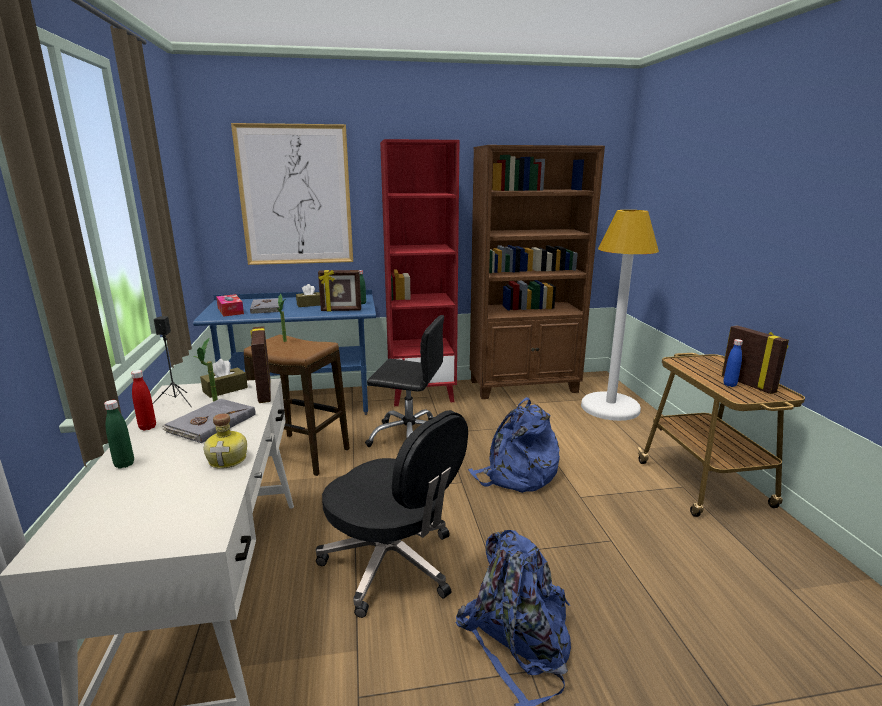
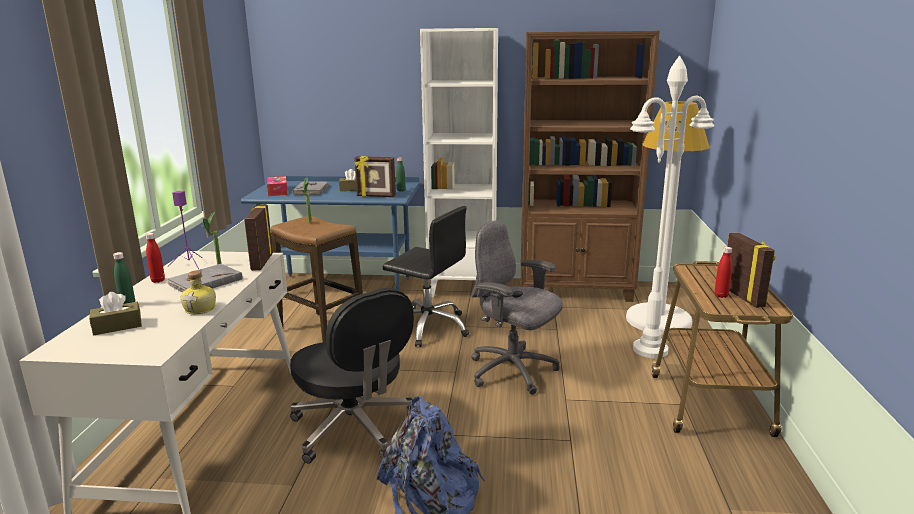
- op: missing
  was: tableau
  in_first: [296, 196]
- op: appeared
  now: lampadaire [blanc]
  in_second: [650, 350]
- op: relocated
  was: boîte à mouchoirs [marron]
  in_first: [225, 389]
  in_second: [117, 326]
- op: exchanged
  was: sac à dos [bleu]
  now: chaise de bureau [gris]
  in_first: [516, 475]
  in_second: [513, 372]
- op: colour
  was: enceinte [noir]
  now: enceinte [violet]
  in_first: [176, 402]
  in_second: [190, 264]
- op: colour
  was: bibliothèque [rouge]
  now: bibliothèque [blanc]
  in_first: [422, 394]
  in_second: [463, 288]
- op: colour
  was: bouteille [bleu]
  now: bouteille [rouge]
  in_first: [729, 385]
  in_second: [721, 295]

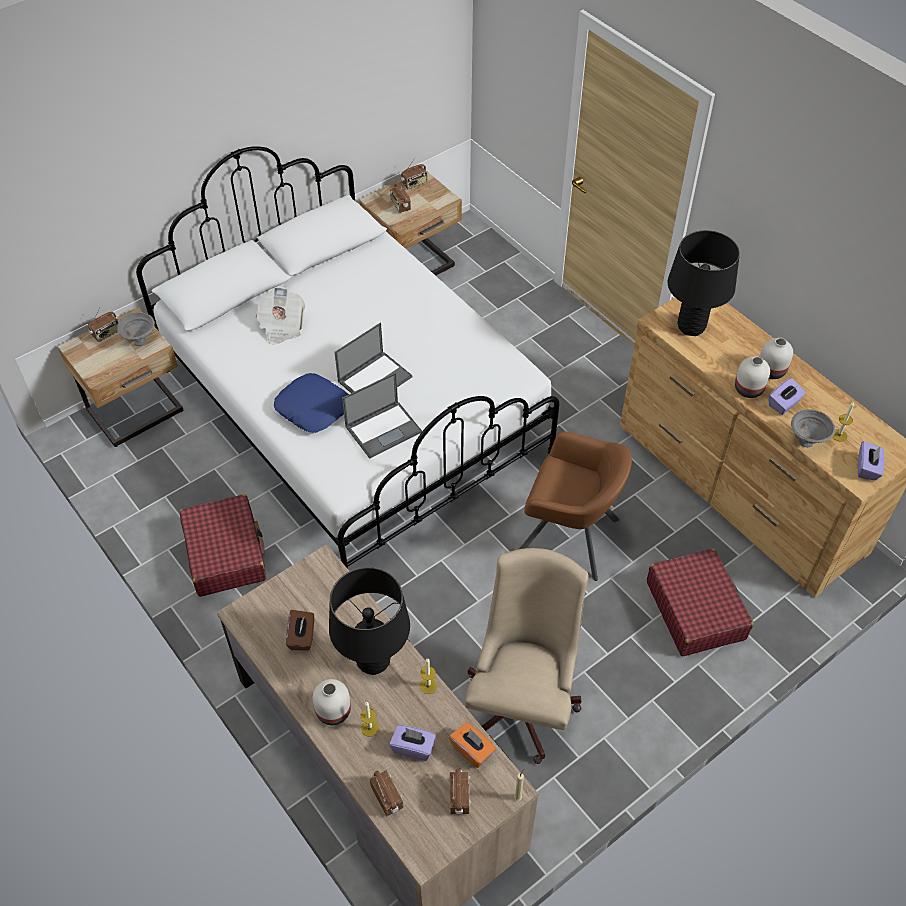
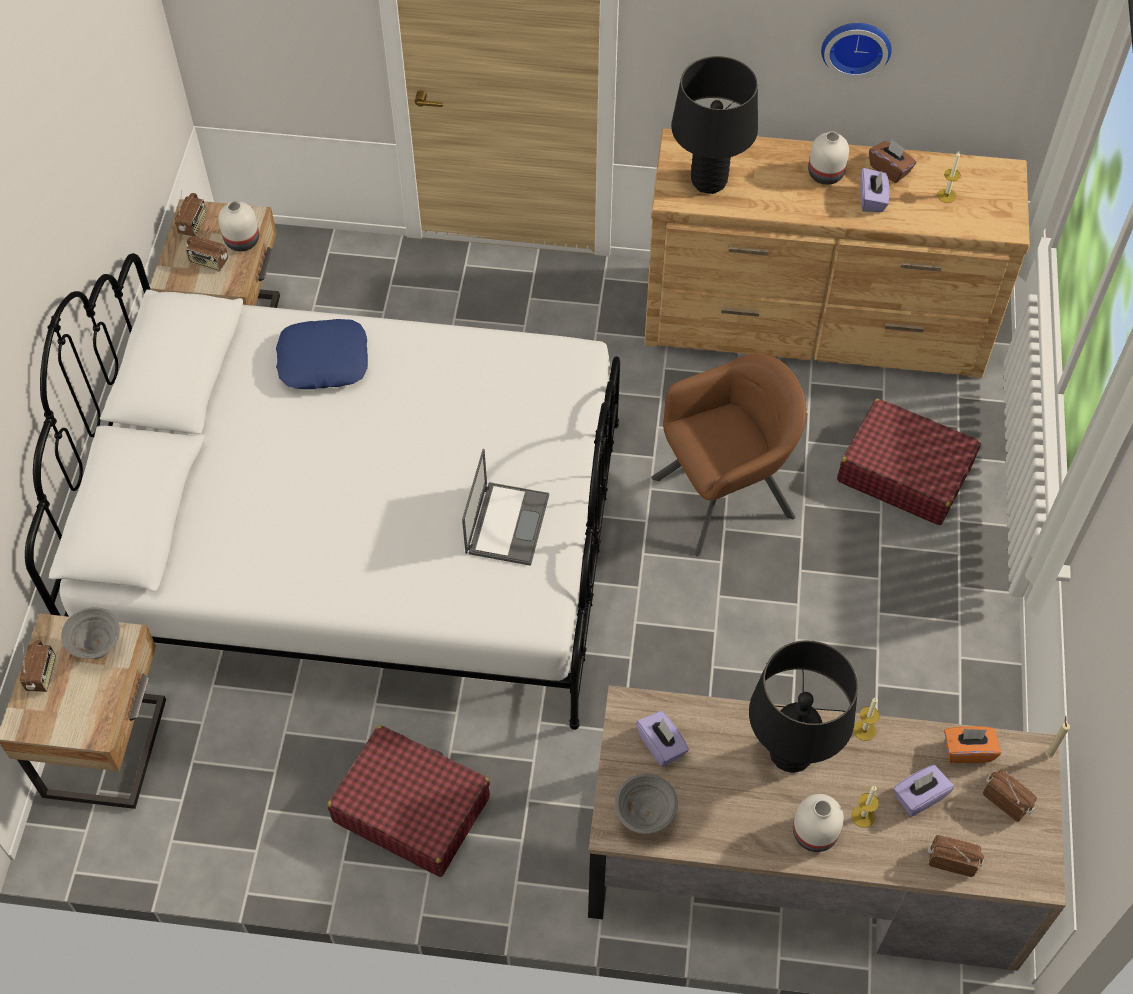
- op: missing
  was: journal
  in_first: [281, 326]
- op: missing
  was: ordinateur portable
  in_first: [375, 378]
- op: missing
  was: chaise de bureau [beige]
  in_first: [522, 700]
- op: appeared
  now: horloge murale
  in_second: [856, 46]
- op: relocated
  was: coussin [bleu]
  in_first: [313, 408]
  in_second: [323, 360]
- op: relocated
  was: boîte à mouchoirs [marron]
  in_first: [302, 637]
  in_second: [890, 169]
- op: relocated
  was: vase [blanc]
  in_first: [749, 389]
  in_second: [242, 240]
- op: relocated
  was: bol [gris]
  in_first: [807, 442]
  in_second: [644, 817]
- op: relocated
  was: boîte à mouchoirs [violet]
  in_first: [867, 468]
  in_second: [661, 745]

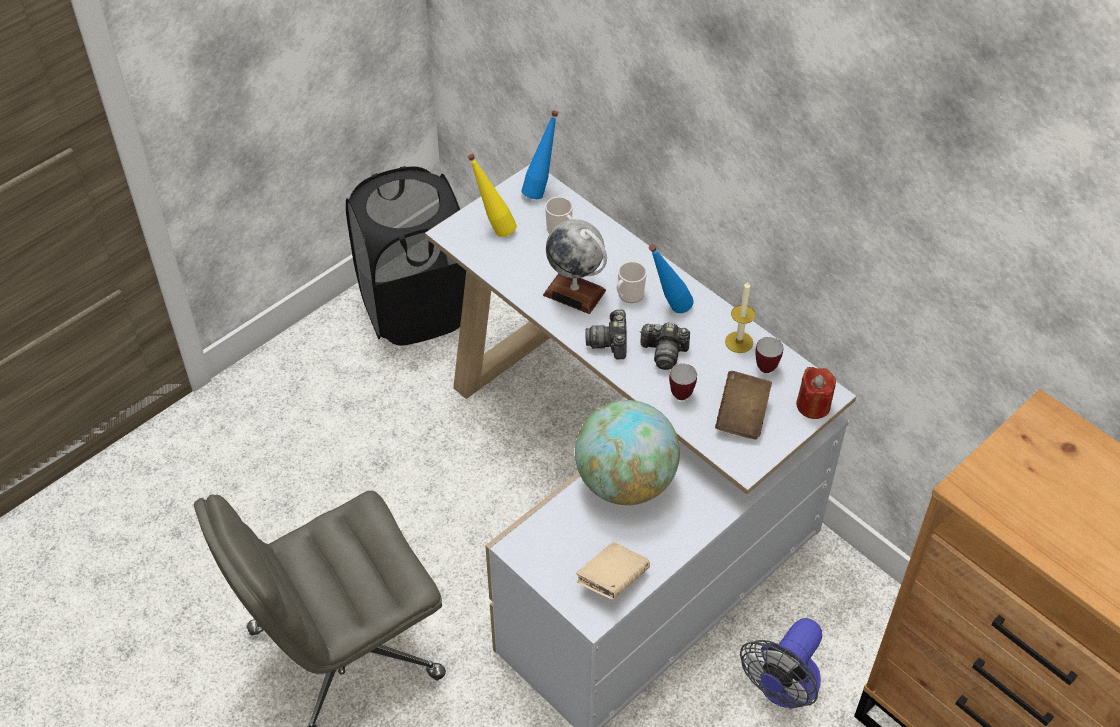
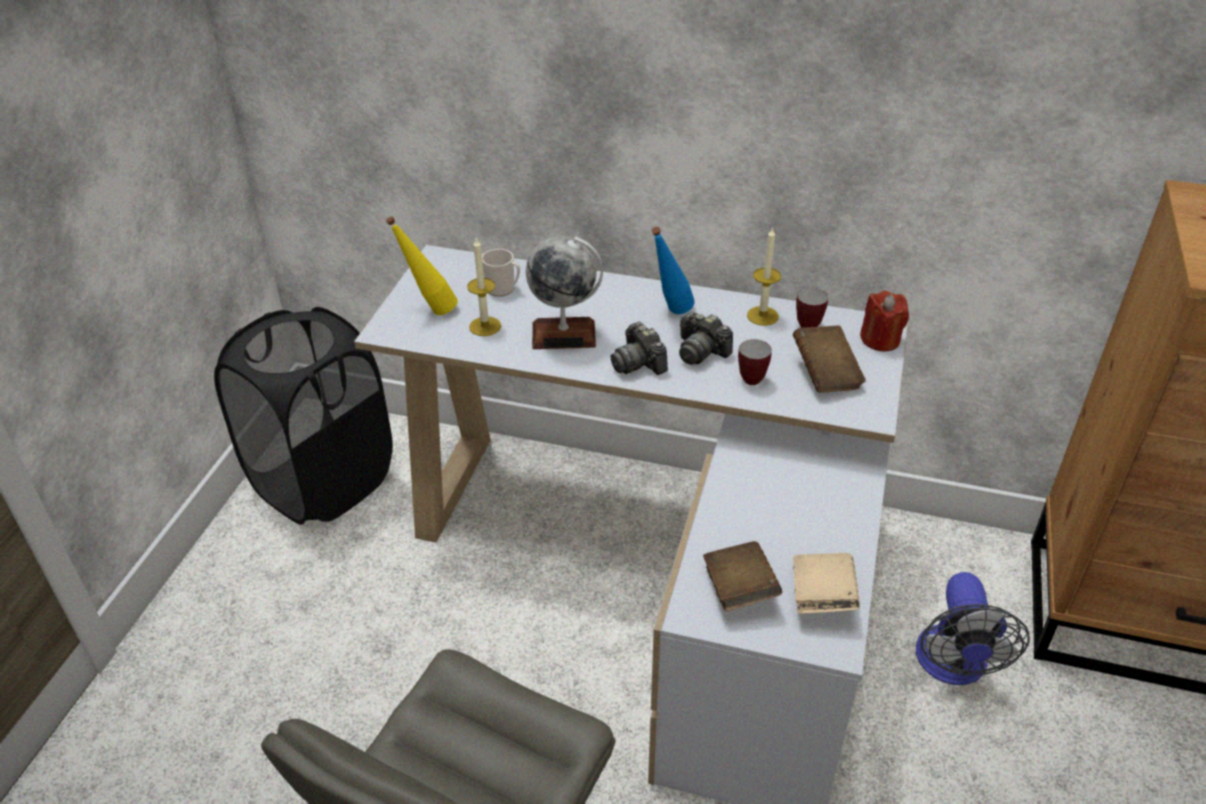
- op: missing
  was: bouteille [bleu]
  in_first: [541, 189]
- op: missing
  was: globe
  in_first: [625, 482]
- op: missing
  was: mug
  in_first: [628, 295]
- op: appeared
  now: bougie
  in_second: [485, 326]
- op: appeared
  now: livre [marron]
  in_second: [739, 589]
- op: spun
  was: appareil photo
  in_first: [664, 352]
  in_second: [701, 351]
  clockwise: 60

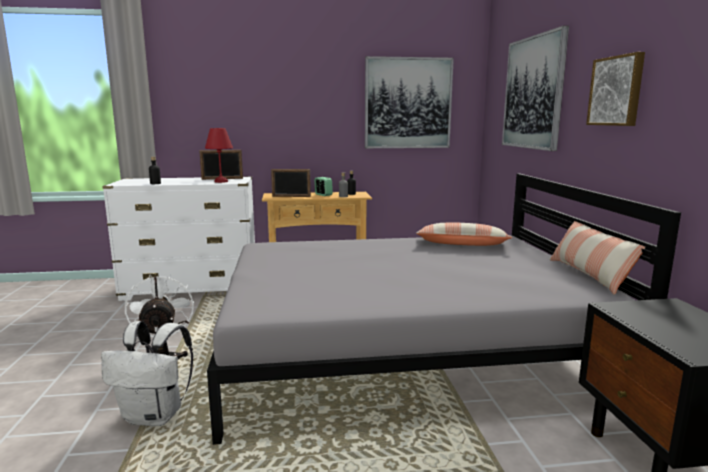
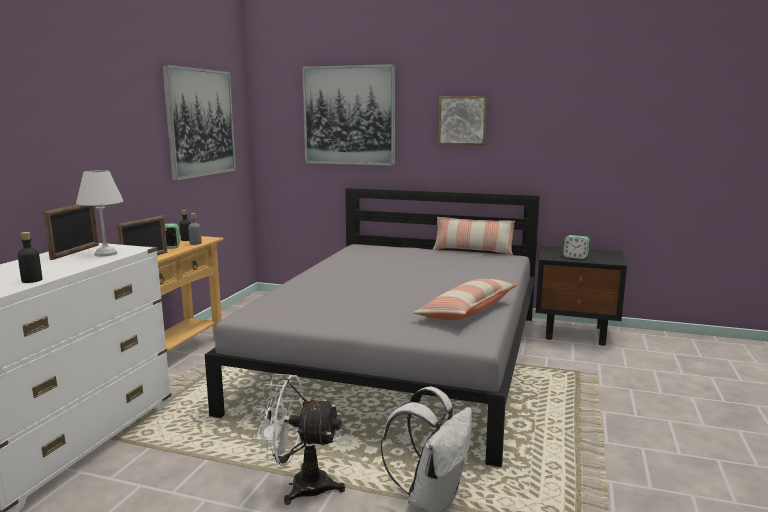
- op: appeared
  now: réveil
  in_second: [575, 257]
- op: relocated
  was: coussin
  in_first: [461, 244]
  in_second: [467, 311]
- op: colour
  was: lampe de table [rouge]
  now: lampe de table [blanc]
  in_first: [220, 181]
  in_second: [105, 254]

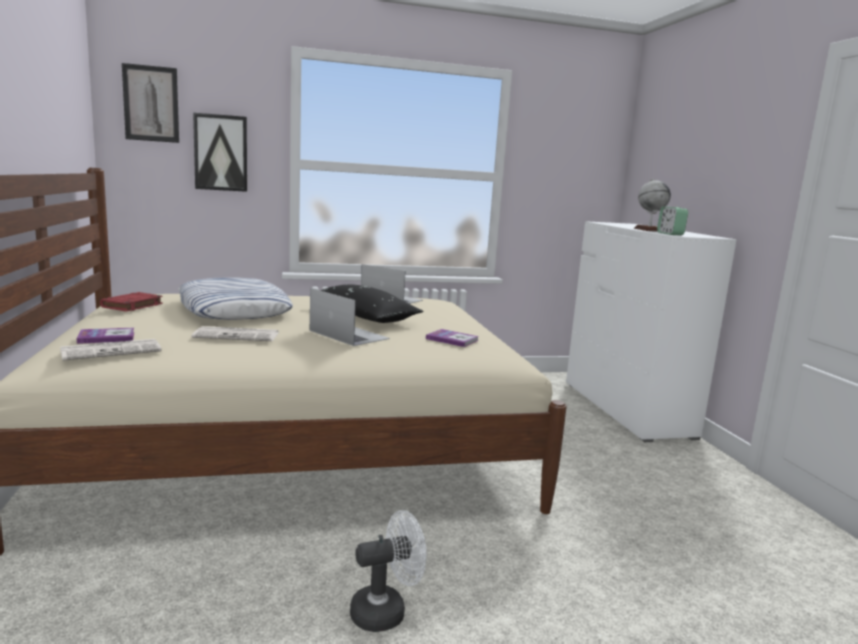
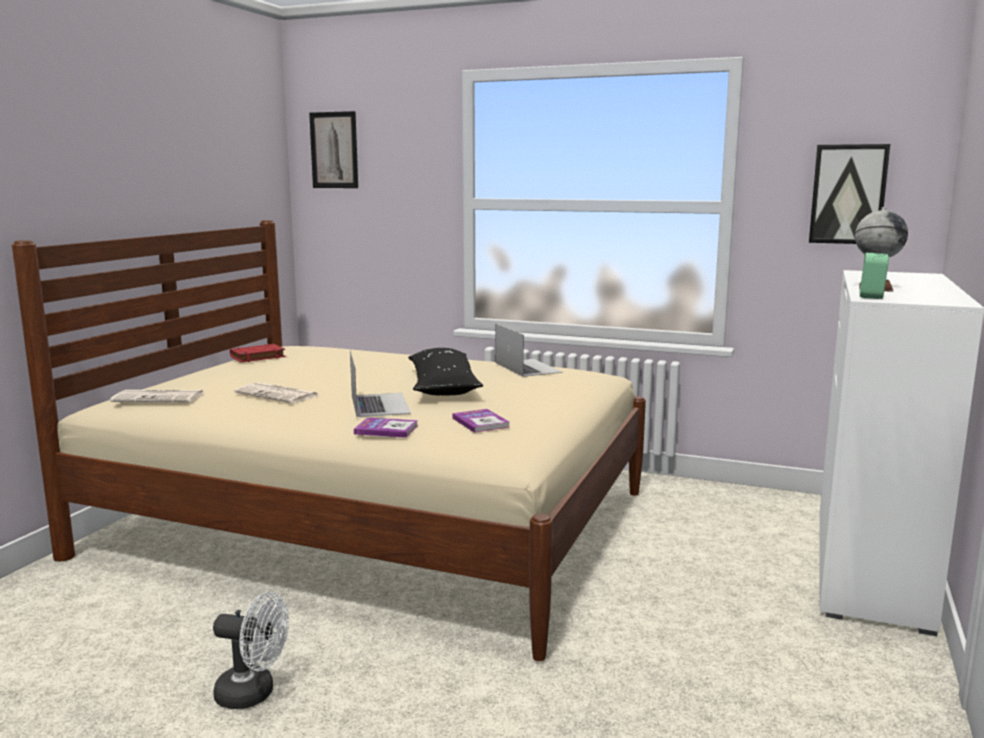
- op: missing
  was: coussin
  in_first: [233, 309]
- op: relocated
  was: livre
  in_first: [106, 337]
  in_second: [386, 429]
- op: relocated
  was: tableau
  in_first: [221, 153]
  in_second: [848, 194]

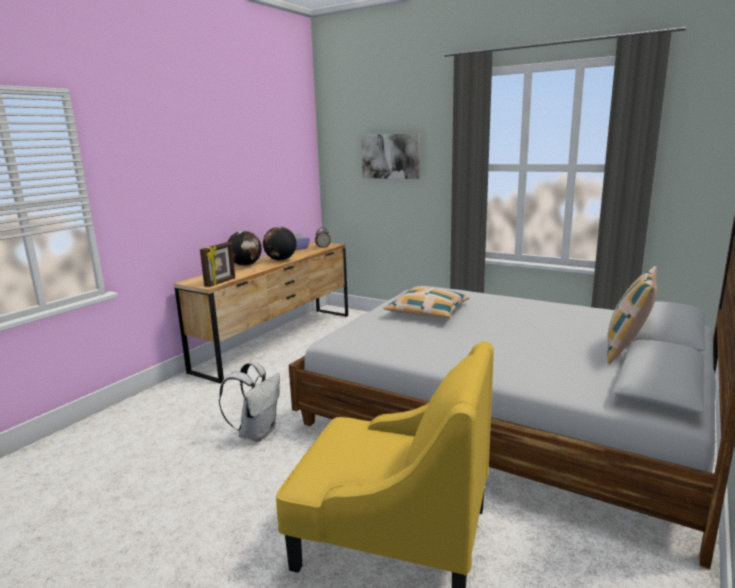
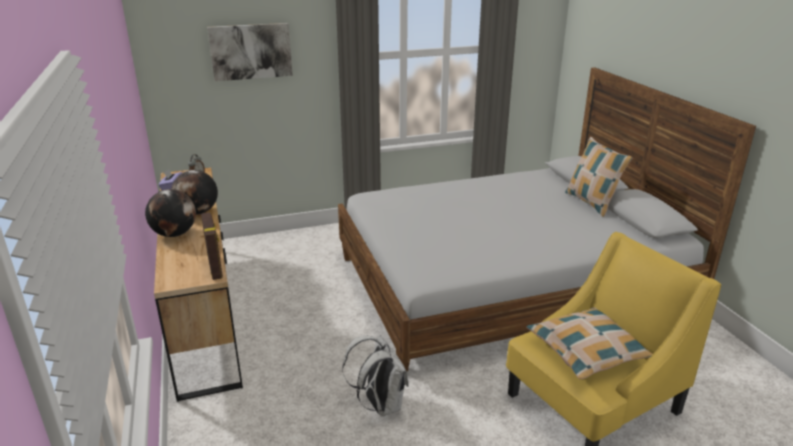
- op: relocated
  was: coussin
  in_first: [427, 312]
  in_second: [586, 350]

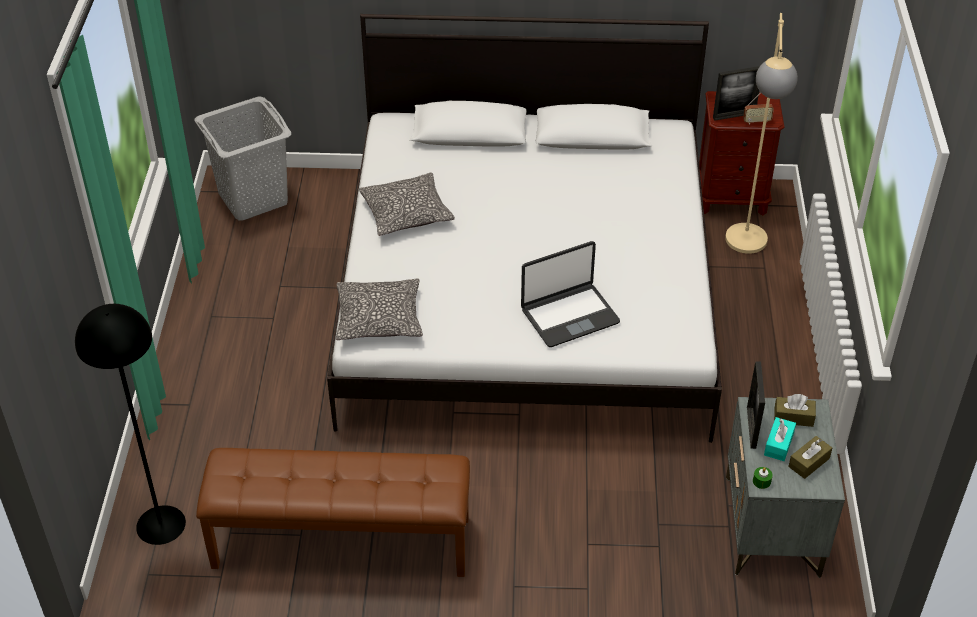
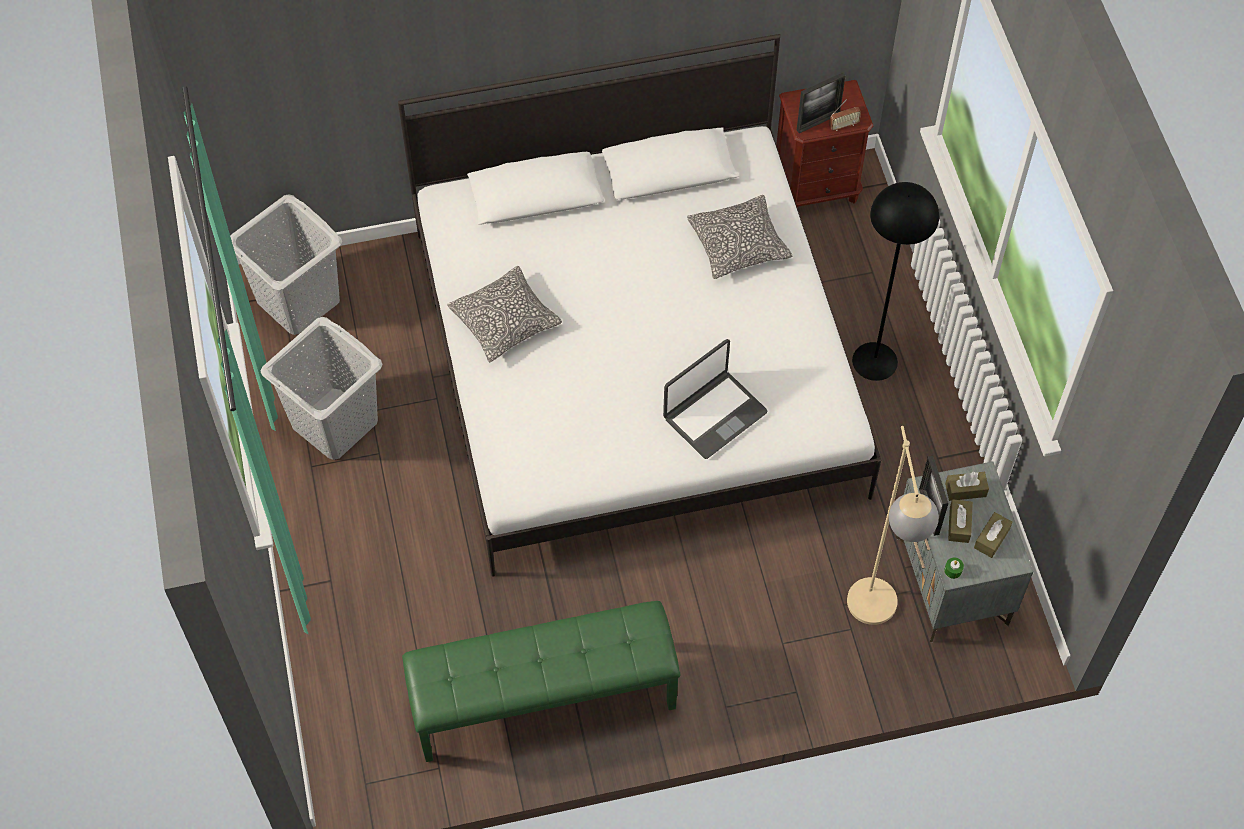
- op: appeared
  now: panier à linge [gris]
  in_second: [334, 423]
- op: relocated
  was: lampadaire [noir]
  in_first: [160, 524]
  in_second: [874, 361]
- op: relocated
  was: coussin
  in_first: [379, 319]
  in_second: [738, 244]
- op: relocated
  was: lampadaire [beige]
  in_first: [746, 250]
  in_second: [875, 618]
- op: colour
  was: banc [marron]
  now: banc [vert]
  in_first: [341, 543]
  in_second: [543, 702]
- op: colour
  was: boîte à mouchoirs [turquoise]
  now: boîte à mouchoirs [marron]
  in_first: [778, 444]
  in_second: [959, 525]

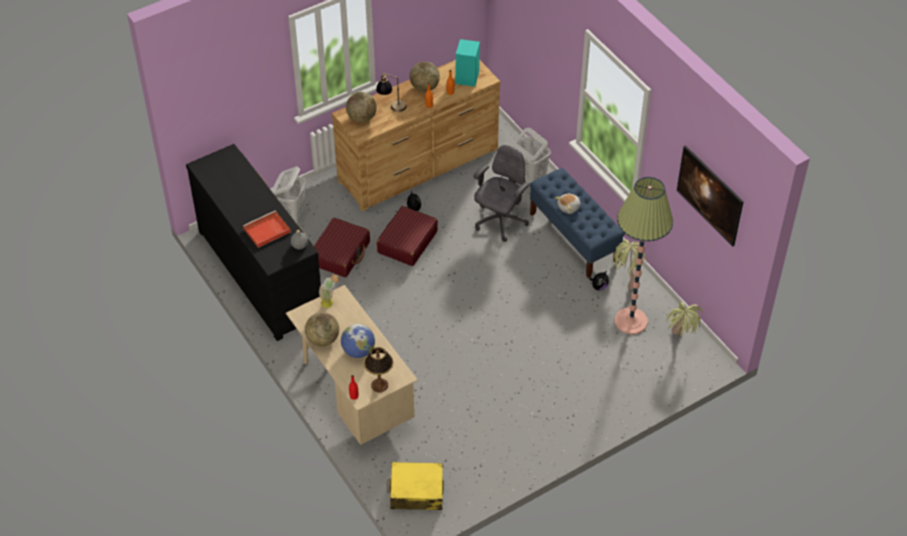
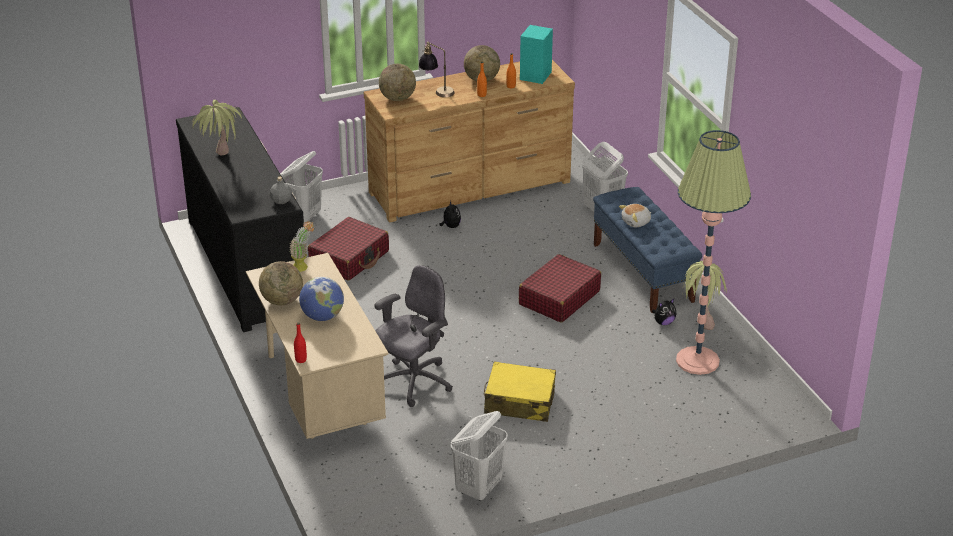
- op: missing
  was: plateau [rouge]
  in_first: [266, 231]
- op: missing
  was: lampe de table
  in_first: [380, 385]
- op: missing
  was: tableau
  in_first: [707, 206]
- op: appeared
  now: panier à linge [blanc]
  in_second: [479, 488]
- op: relocated
  was: valise [rouge]
  in_first: [407, 242]
  in_second: [559, 298]
- op: relocated
  was: valise [jaune]
  in_first: [416, 492]
  in_second: [519, 402]
- op: relocated
  was: chaise de bureau [gris]
  in_first: [500, 221]
  in_second: [413, 382]
- op: relocated
  was: plante en pot
  in_first: [680, 341]
  in_second: [220, 161]

